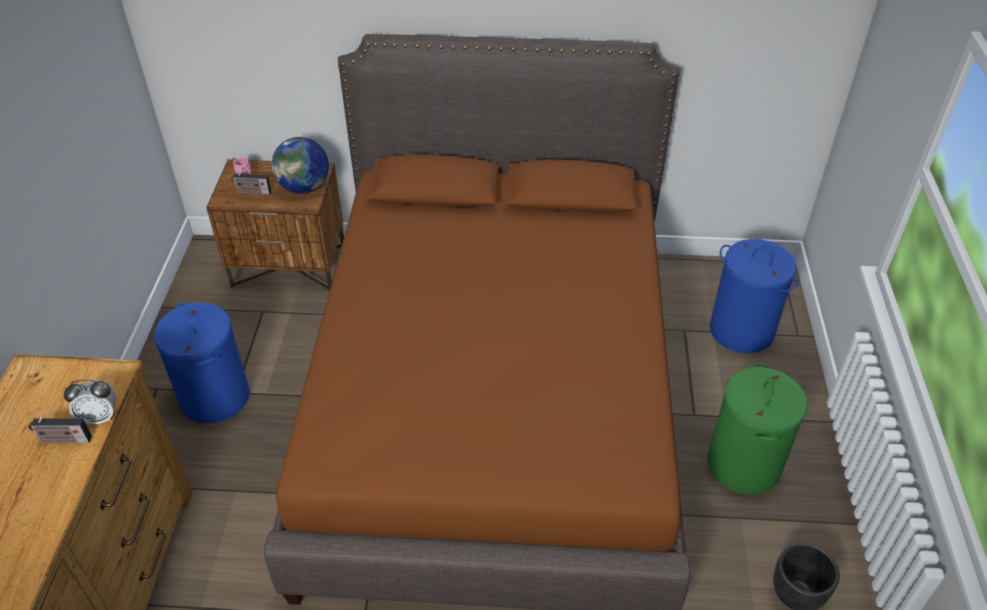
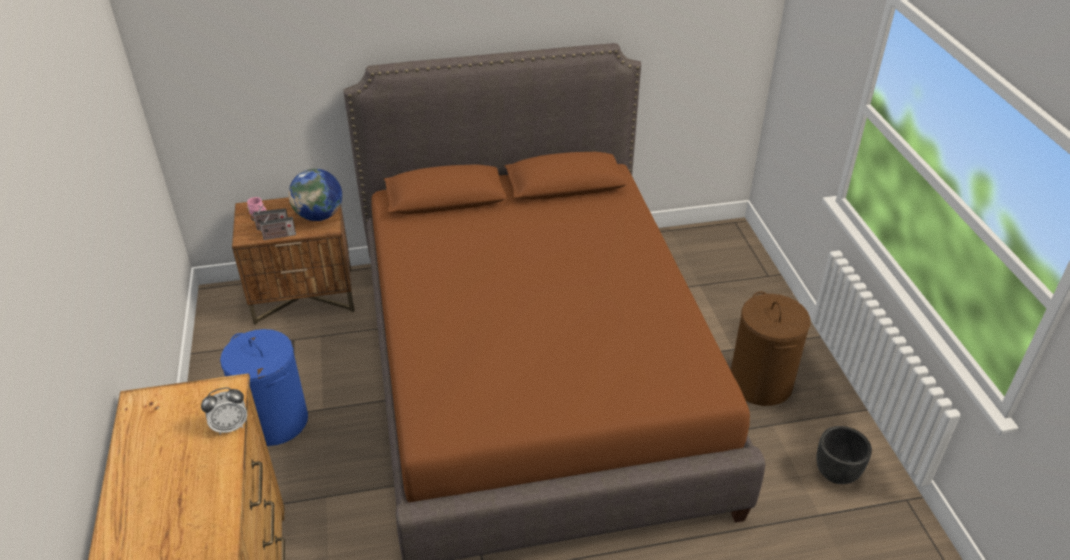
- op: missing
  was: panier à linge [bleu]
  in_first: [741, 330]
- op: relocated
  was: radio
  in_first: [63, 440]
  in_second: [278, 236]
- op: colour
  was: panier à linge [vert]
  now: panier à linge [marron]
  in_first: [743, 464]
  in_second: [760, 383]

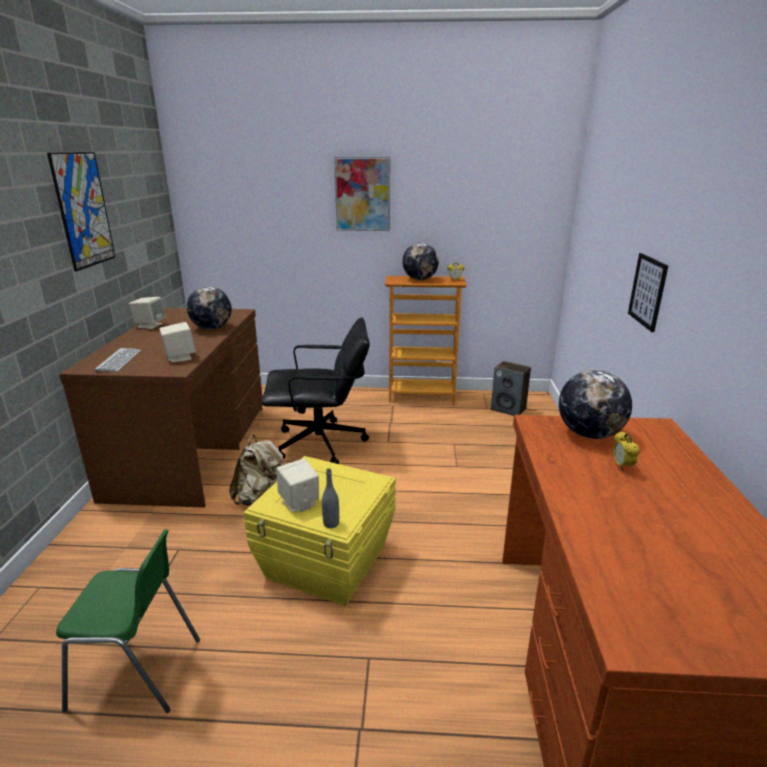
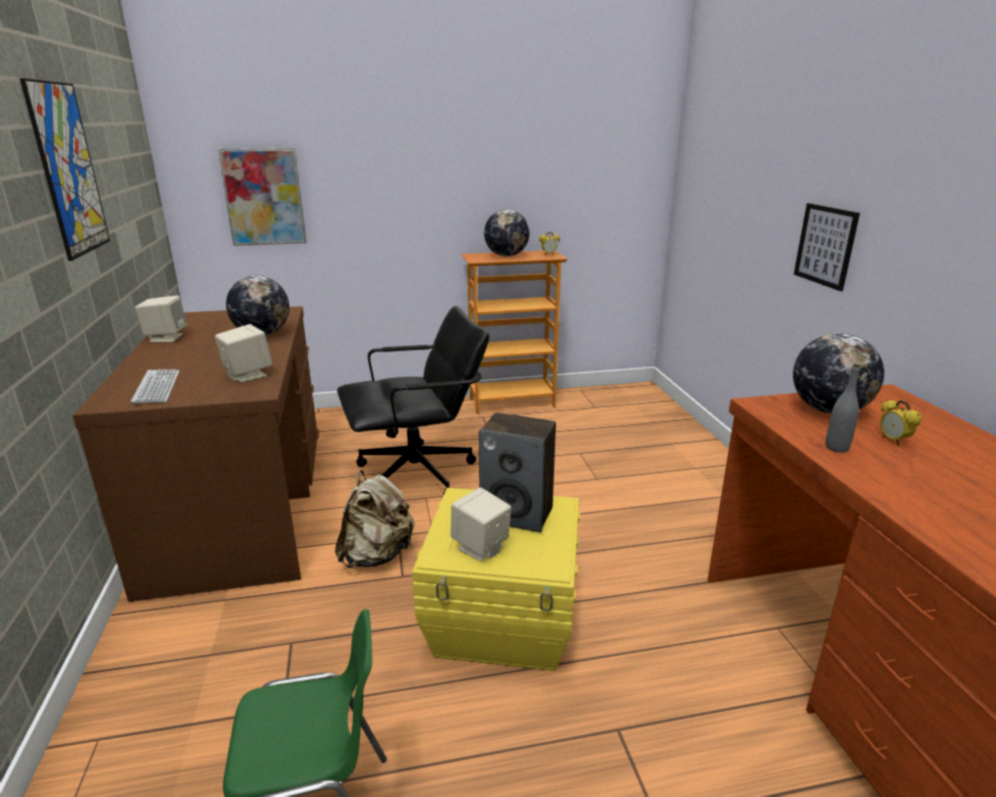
- op: relocated
  was: bouteille [gris]
  in_first: [331, 523]
  in_second: [836, 447]
- op: relocated
  was: tableau
  in_first: [362, 194]
  in_second: [264, 197]
- op: relocated
  was: enceinte
  in_first: [508, 409]
  in_second: [517, 514]

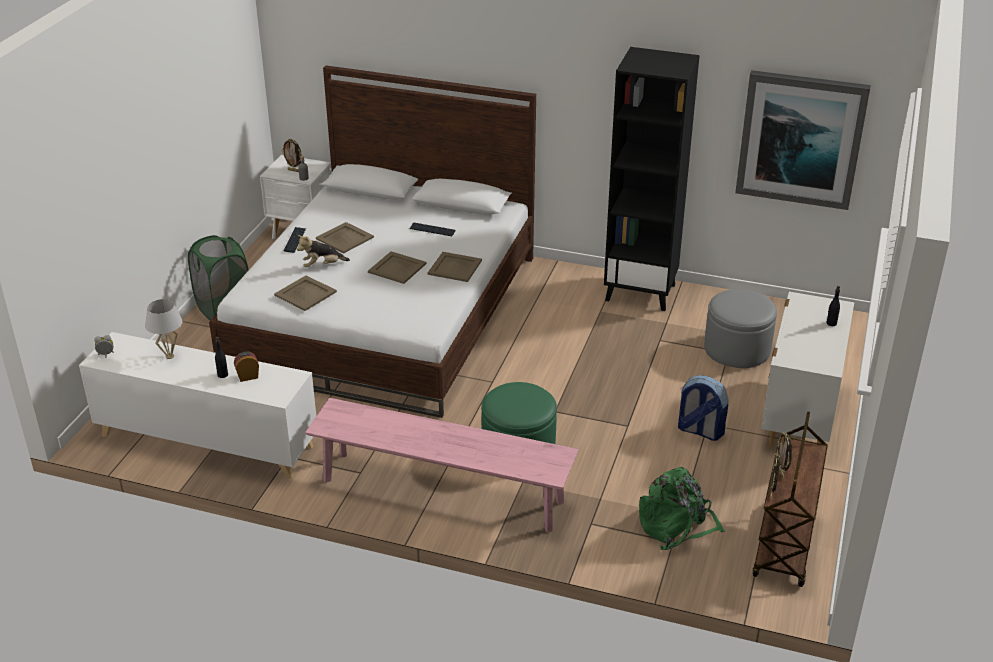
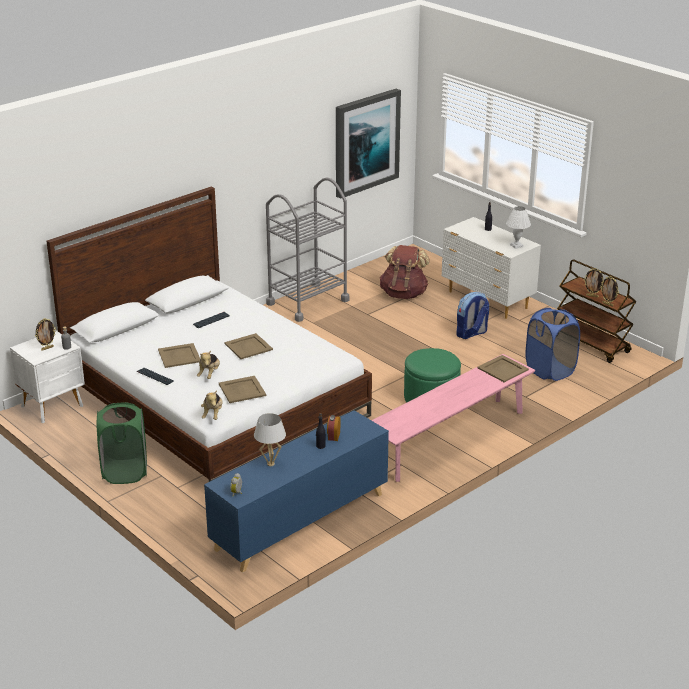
- op: appeared
  now: peluche
  in_second: [213, 414]
- op: appeared
  now: lampe de table [blanc]
  in_second: [516, 245]
- op: relocated
  was: plateau [beige]
  in_first: [455, 267]
  in_second: [503, 369]
- op: exchanged
  was: bibliothèque [noir]
  now: chariot [gris]
  in_first: [641, 292]
  in_second: [307, 302]
- op: exchanged
  was: sac à dos [vert]
  now: panier à linge [bleu]
  in_first: [676, 525]
  in_second: [550, 370]
- op: exchanged
  was: pouf [gris]
  now: sac à dos [marron]
  in_first: [737, 349]
  in_second: [404, 294]
- op: colour
  was: meuble de rangement [blanc]
  now: meuble de rangement [bleu]
  in_first: [206, 441]
  in_second: [300, 522]

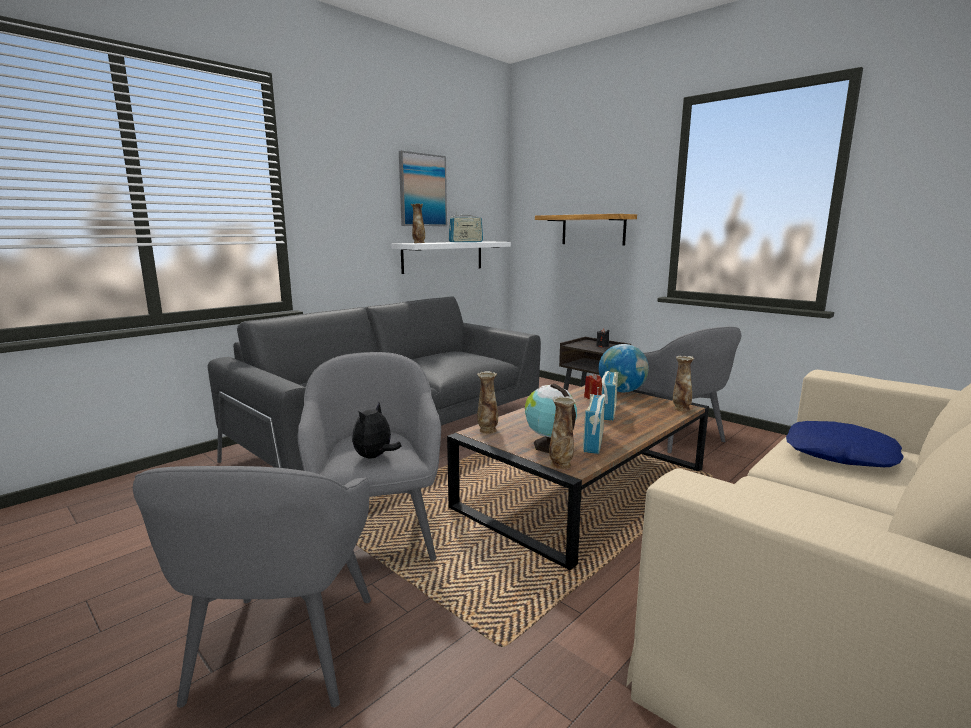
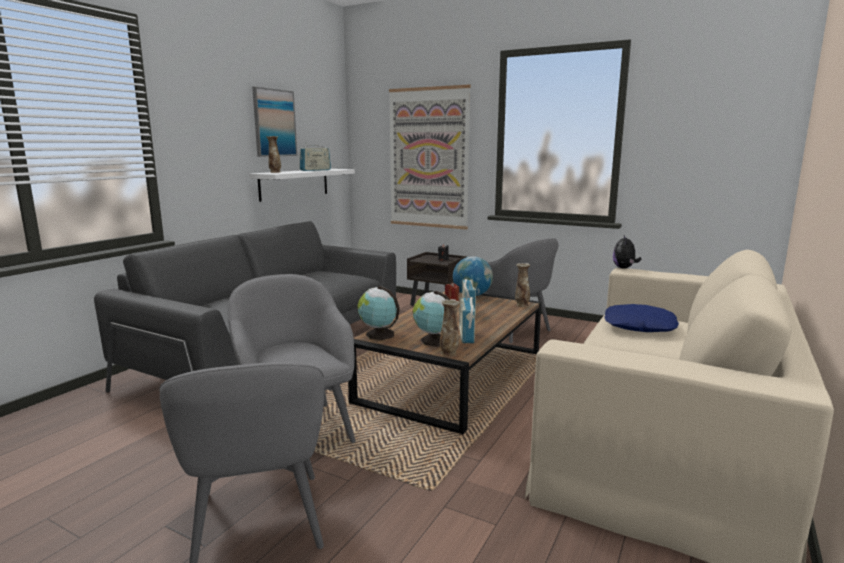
- op: relocated
  was: peluche
  in_first: [375, 457]
  in_second: [624, 268]
- op: exchanged
  was: vase
  now: globe
  in_first: [487, 430]
  in_second: [378, 334]
- op: exchanged
  was: étagère
  now: tableau
  in_first: [593, 230]
  in_second: [428, 158]

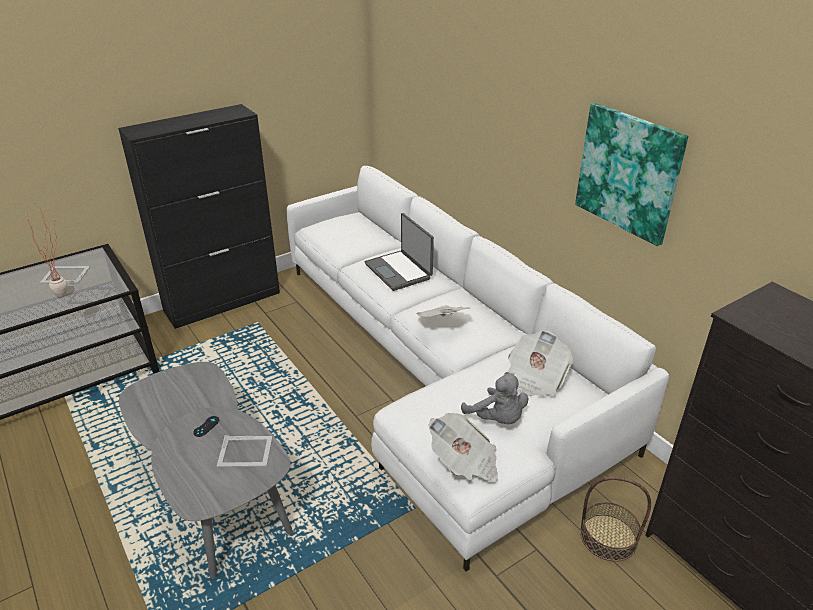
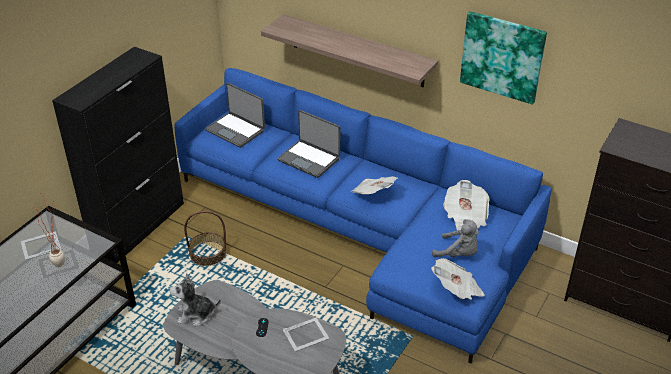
- op: appeared
  now: peluche
  in_second: [195, 314]
- op: appeared
  now: ordinateur portable
  in_second: [236, 130]
- op: appeared
  now: étagère
  in_second: [357, 51]
- op: relocated
  was: panier
  in_first: [608, 537]
  in_second: [208, 254]
- op: colour
  was: canapé [blanc]
  now: canapé [bleu]
  in_first: [440, 369]
  in_second: [363, 230]

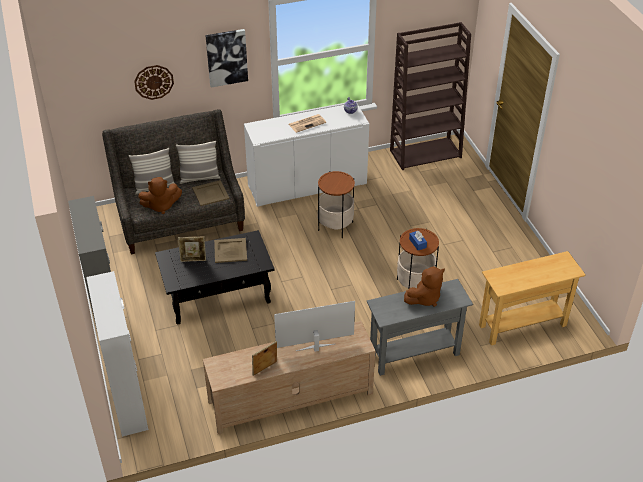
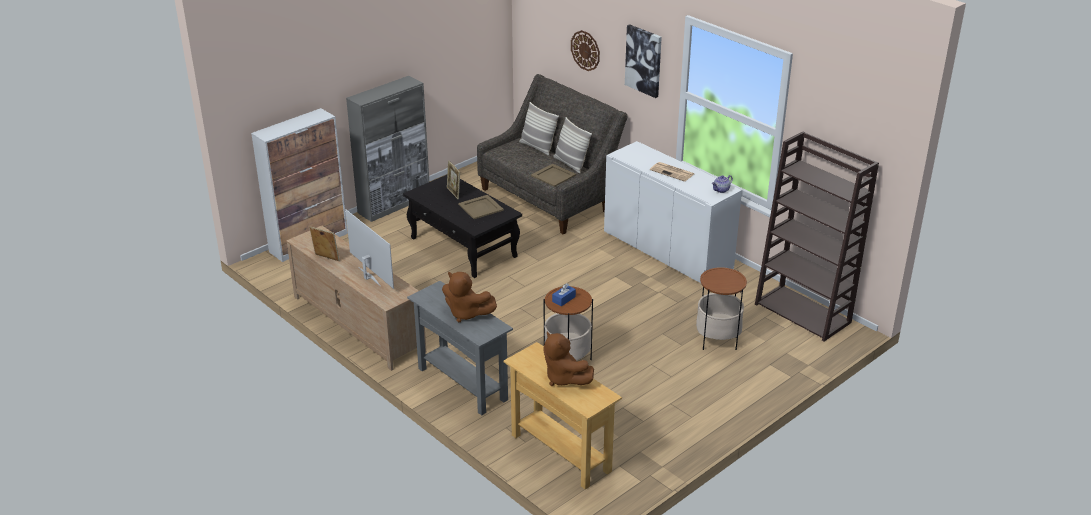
- op: relocated
  was: peluche [marron]
  in_first: [161, 206]
  in_second: [564, 378]
- op: relocated
  was: table d'appoint
  in_first: [335, 226]
  in_second: [718, 339]

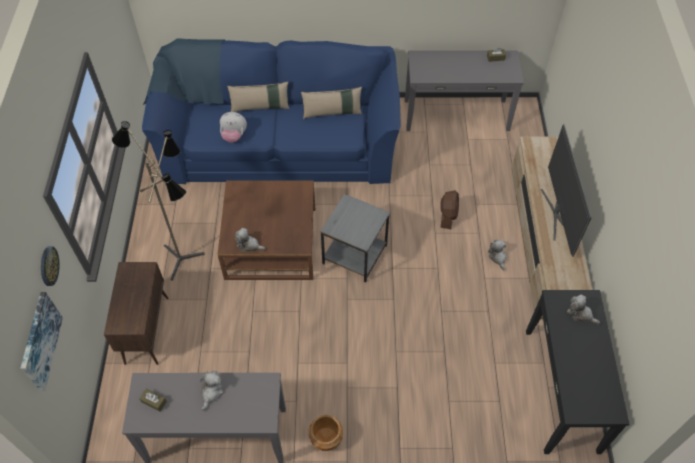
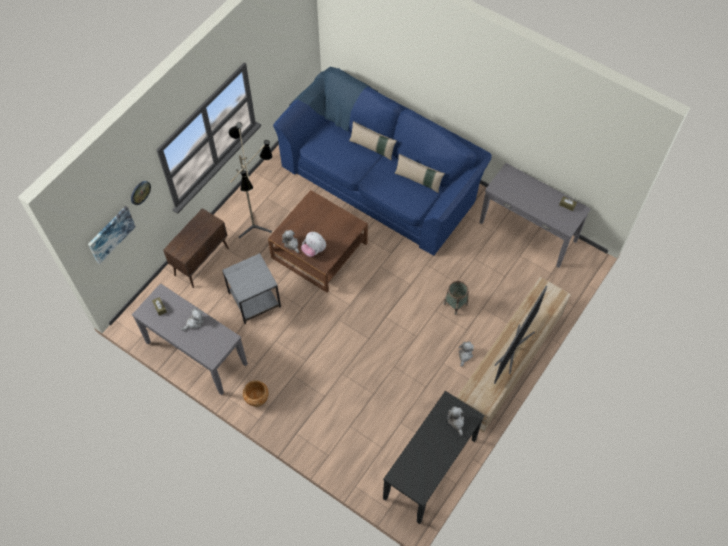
- op: relocated
  was: peluche
  in_first: [234, 136]
  in_second: [314, 250]
- op: relocated
  was: table d'appoint [gris]
  in_first: [354, 253]
  in_second: [254, 299]
- op: exchanged
  was: ventilateur [marron]
  now: panier
  in_first: [448, 215]
  in_second: [455, 304]

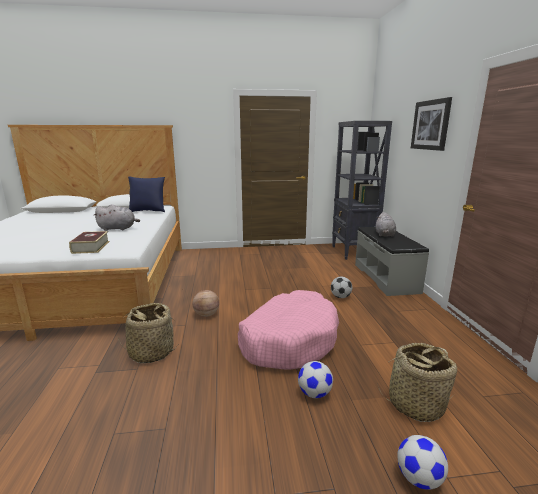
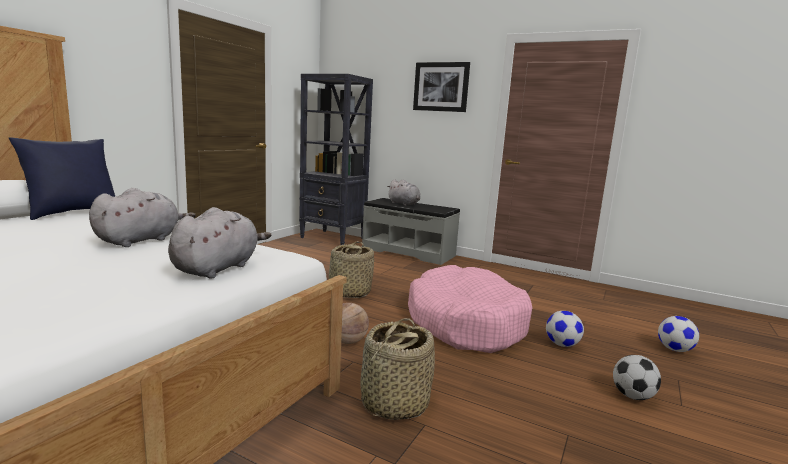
- op: relocated
  was: ballon de foot
  in_first: [340, 297]
  in_second: [632, 396]
- op: relocated
  was: panier
  in_first: [415, 404]
  in_second: [349, 292]
- op: exchanged
  was: livre
  now: peluche [gris]
  in_first: [91, 247]
  in_second: [218, 268]

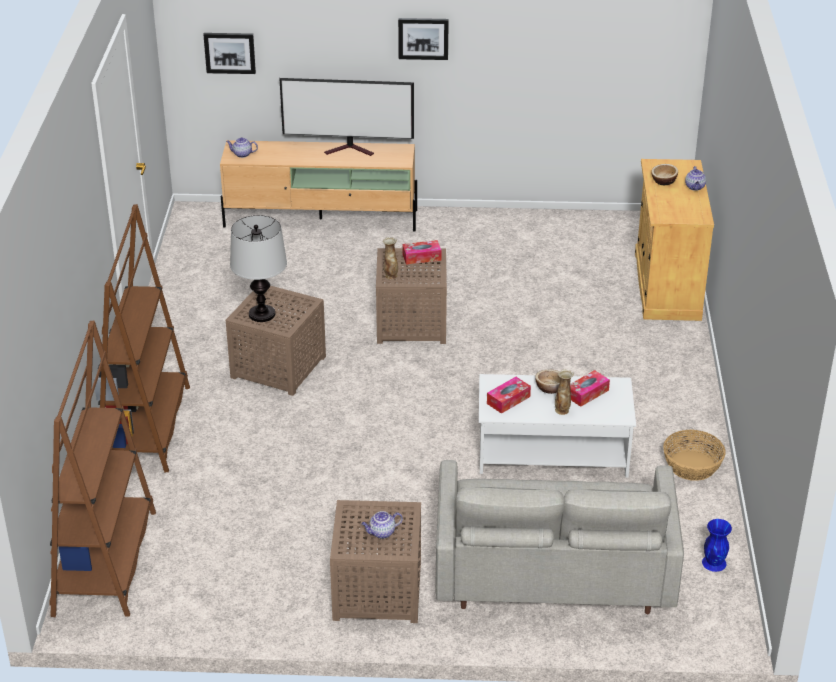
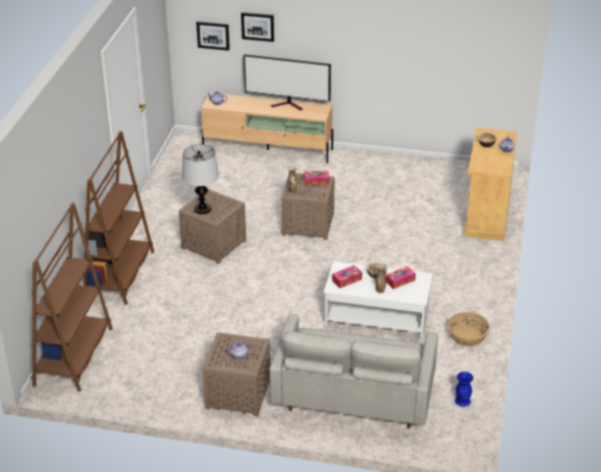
- op: relocated
  was: tableau
  in_first: [423, 38]
  in_second: [257, 26]

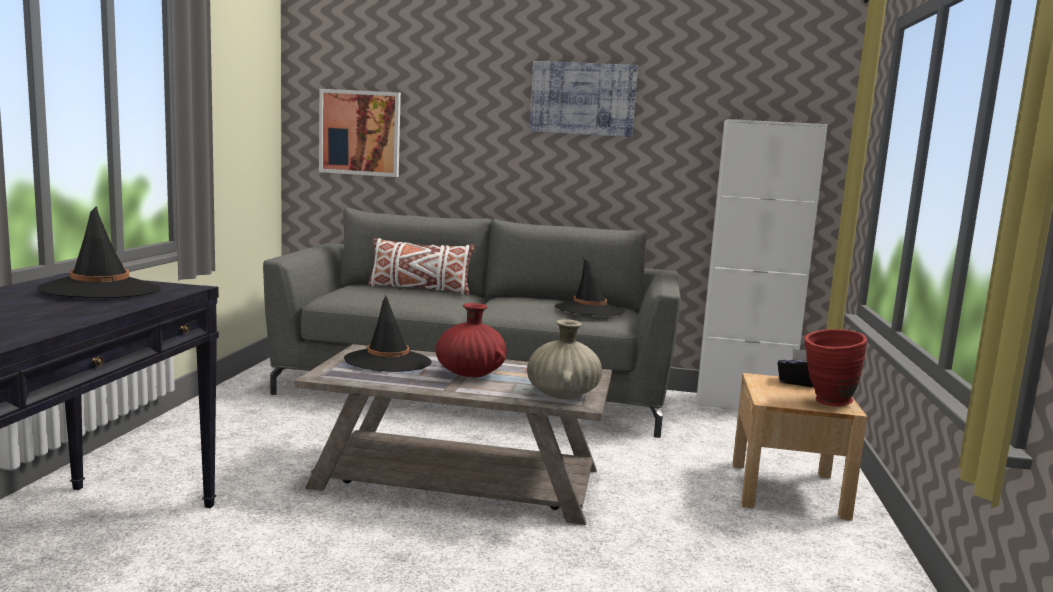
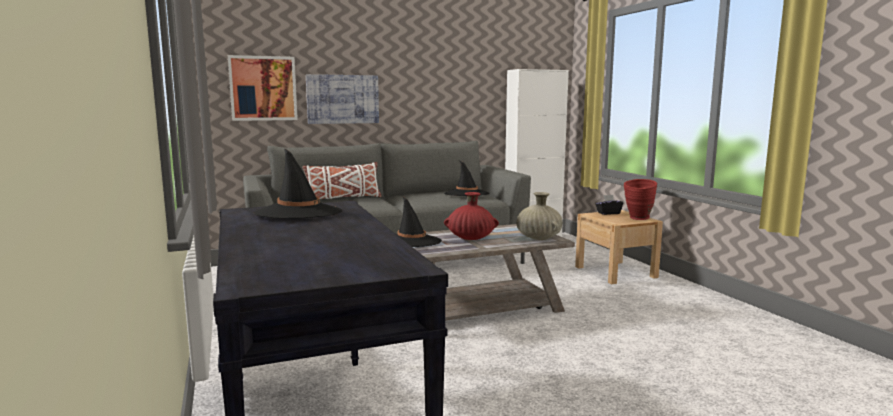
- op: relocated
  was: tableau
  in_first: [583, 99]
  in_second: [343, 99]

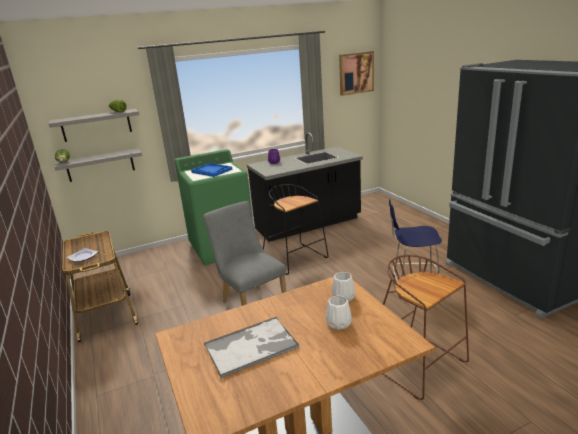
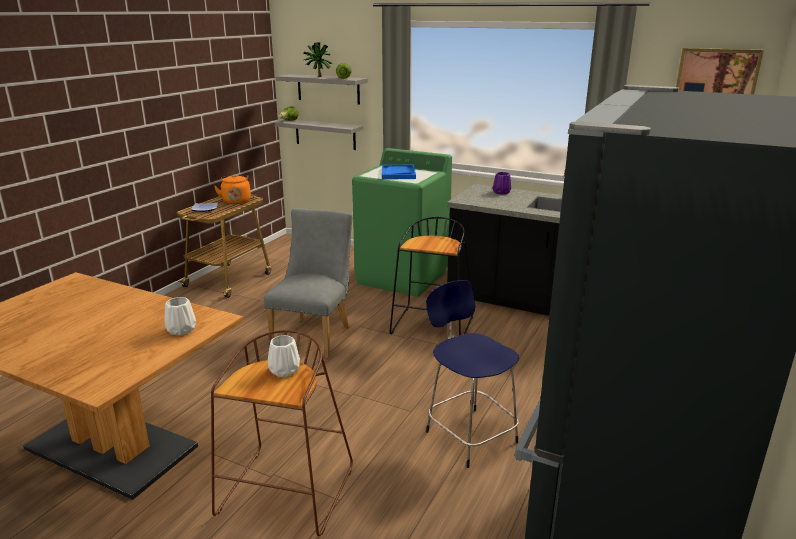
- op: missing
  was: plateau
  in_first: [252, 346]
- op: appeared
  now: bouilloire [orange]
  in_second: [236, 201]
- op: appeared
  now: plante en pot
  in_second: [318, 77]
- op: relocated
  was: vase [blanc]
  in_first: [339, 323]
  in_second: [285, 370]

